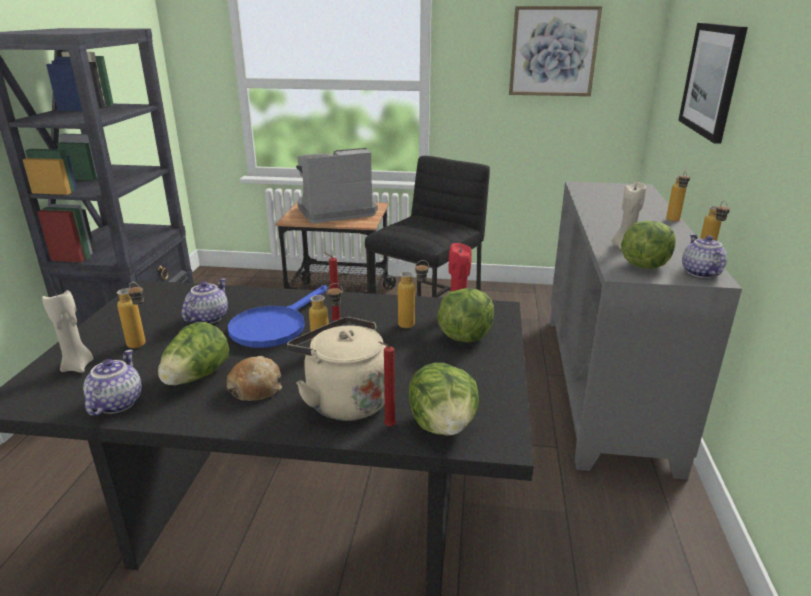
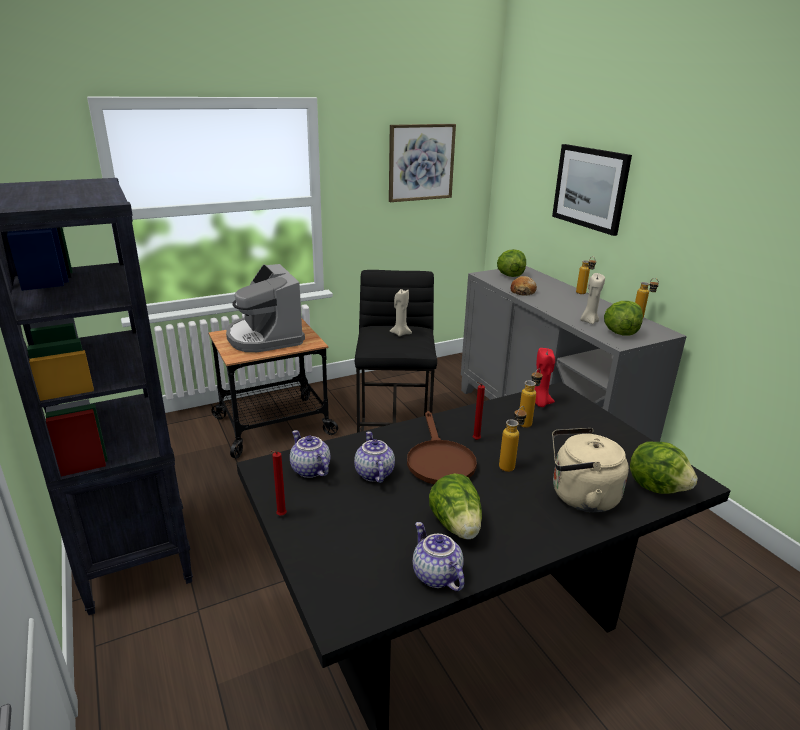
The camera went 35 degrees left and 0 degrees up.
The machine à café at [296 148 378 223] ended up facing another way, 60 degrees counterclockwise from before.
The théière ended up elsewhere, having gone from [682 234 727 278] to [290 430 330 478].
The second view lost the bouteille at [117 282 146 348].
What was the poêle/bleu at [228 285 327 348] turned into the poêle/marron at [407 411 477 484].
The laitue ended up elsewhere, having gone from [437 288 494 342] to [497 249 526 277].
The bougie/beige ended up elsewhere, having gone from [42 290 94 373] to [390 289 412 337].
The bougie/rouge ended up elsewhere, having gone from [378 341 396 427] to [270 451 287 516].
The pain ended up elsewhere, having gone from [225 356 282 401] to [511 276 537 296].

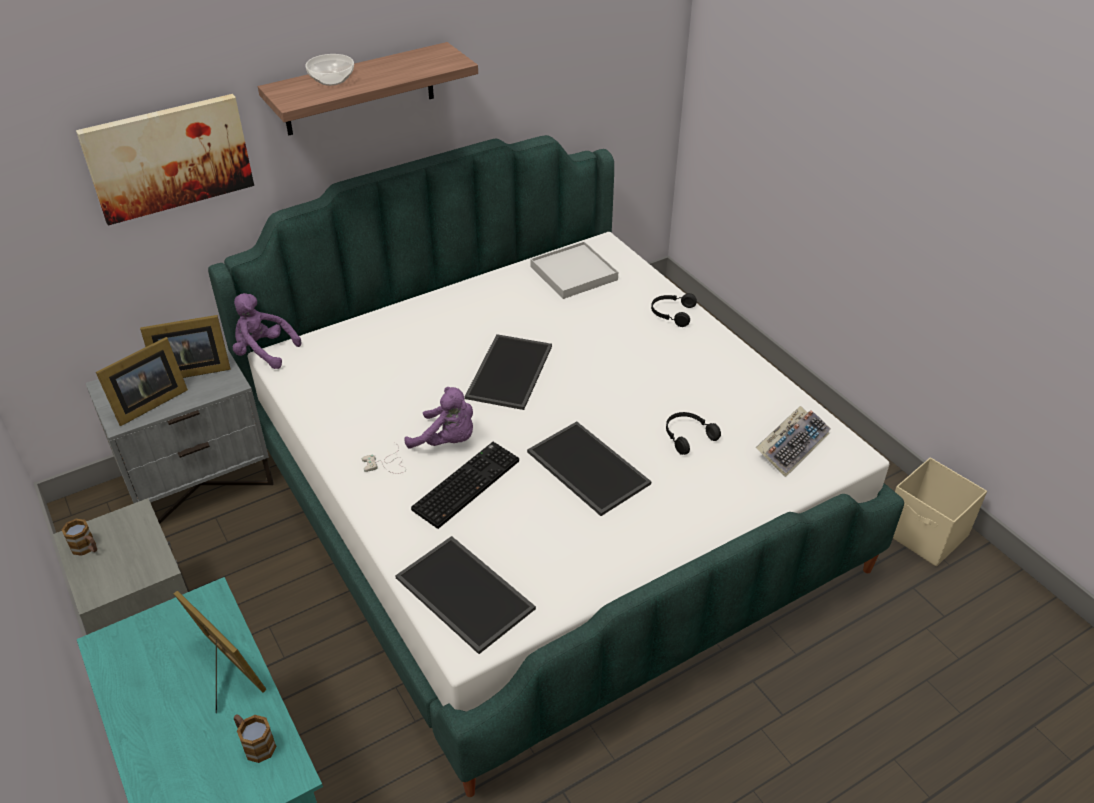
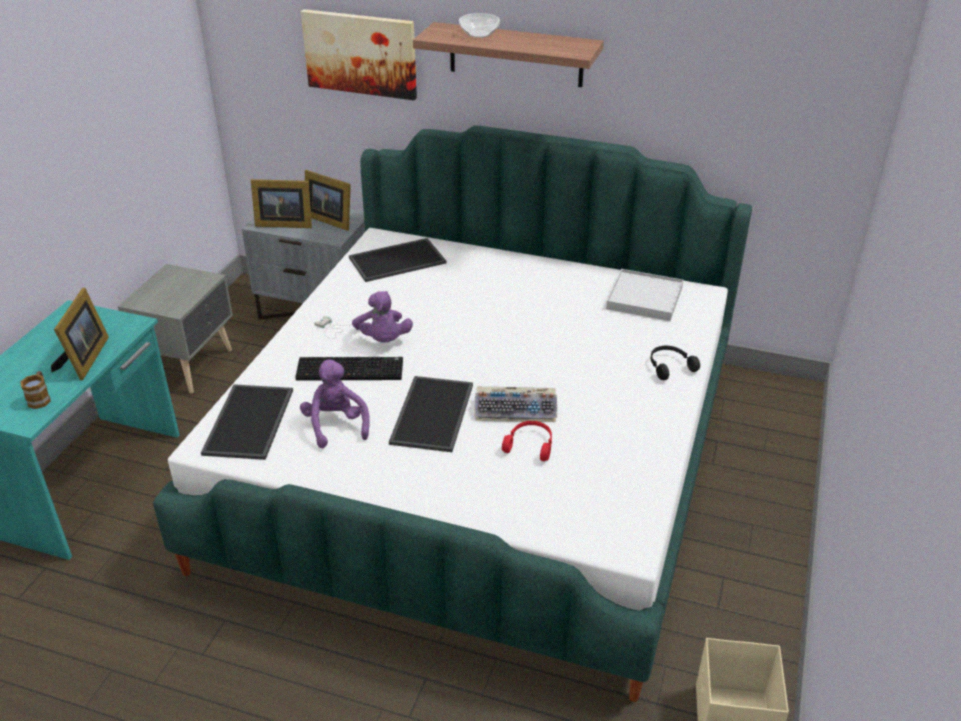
The camera went 50 degrees right and 5 degrees down.
The peluche/violet ended up elsewhere, having gone from [233 293 301 369] to [300 359 370 448].
The plateau ended up elsewhere, having gone from [465 334 552 410] to [349 238 446 282].
The clavier ended up elsewhere, having gone from [756 406 831 477] to [474 387 557 422].
What was the casque audio/noir at [666 412 721 455] turned into the casque audio/rouge at [502 421 552 461].
The second view lost the mug at [62 519 97 556].

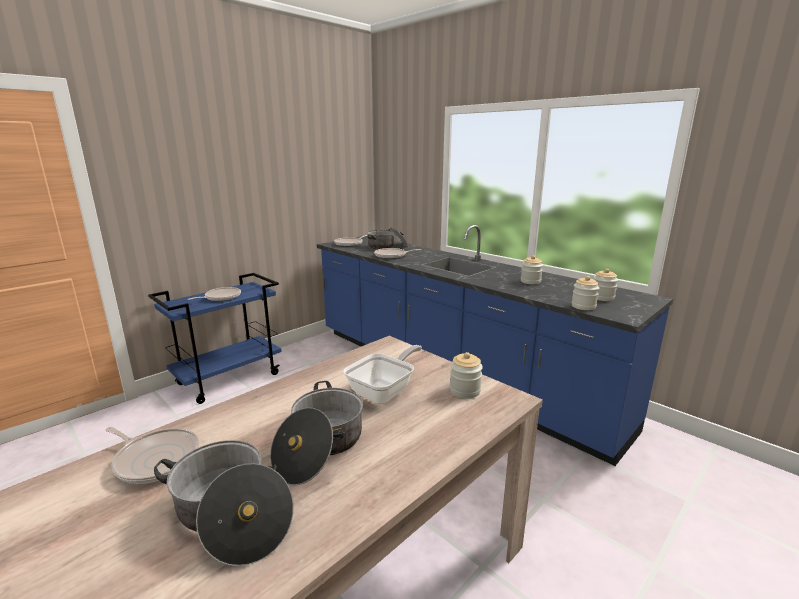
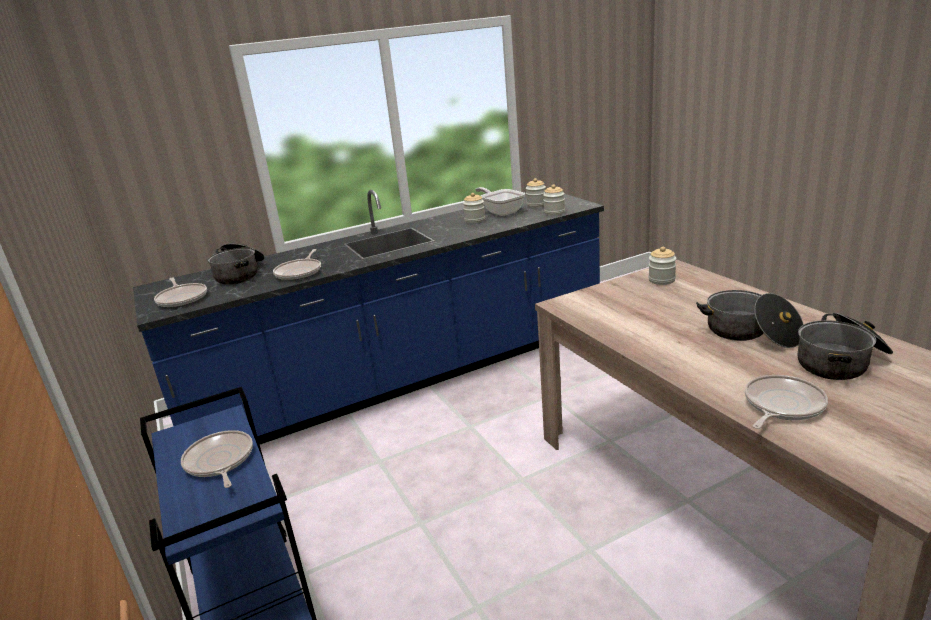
The camera went 70 degrees left and 5 degrees up.
The poêle ended up elsewhere, having gone from [343 345 422 404] to [475 187 525 216].

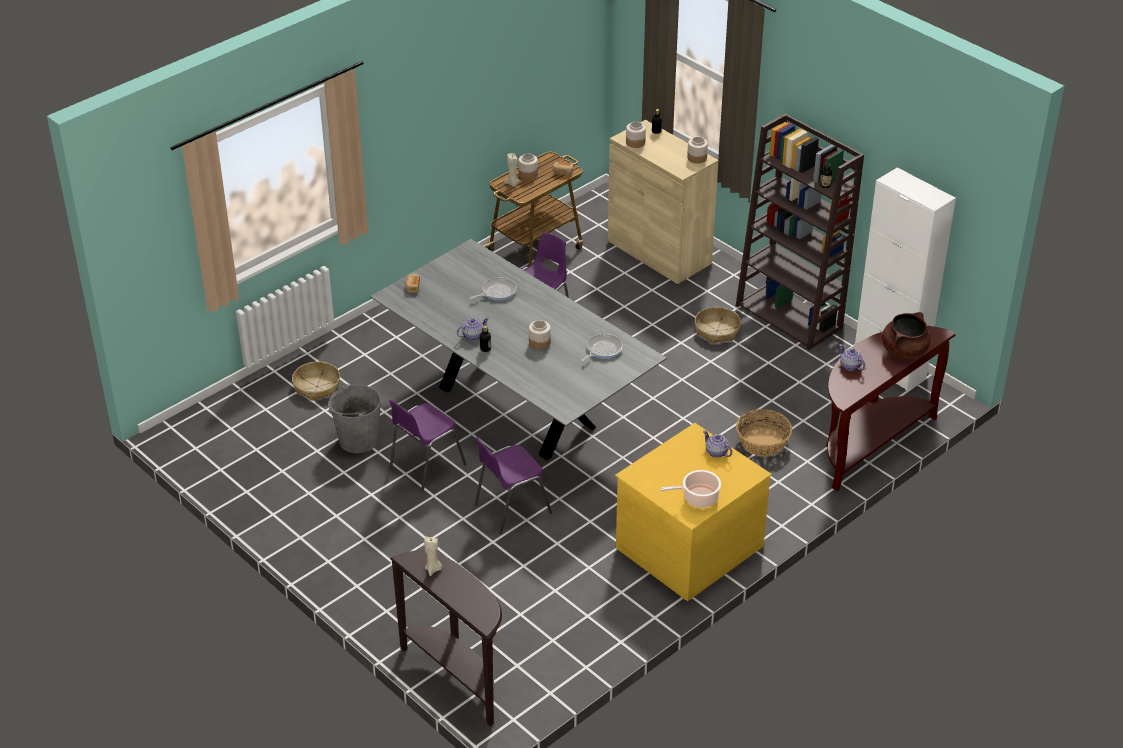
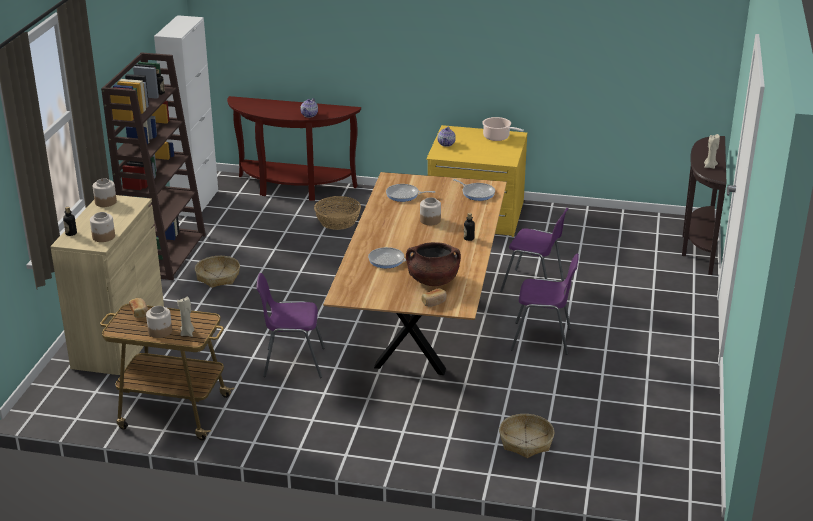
The camera went 125 degrees left and 10 degrees down.
What was the table à manger/gris at [370 239 667 460] turned into the table à manger/marron at [323 172 507 375].
The marmite/marron ended up elsewhere, having gone from [882 312 930 359] to [406 242 461 286].
The second view lost the théière at [457 317 489 340].
The second view lost the seau/gris at [328 384 381 453].
The second view gained the poêle at [453 179 495 201].

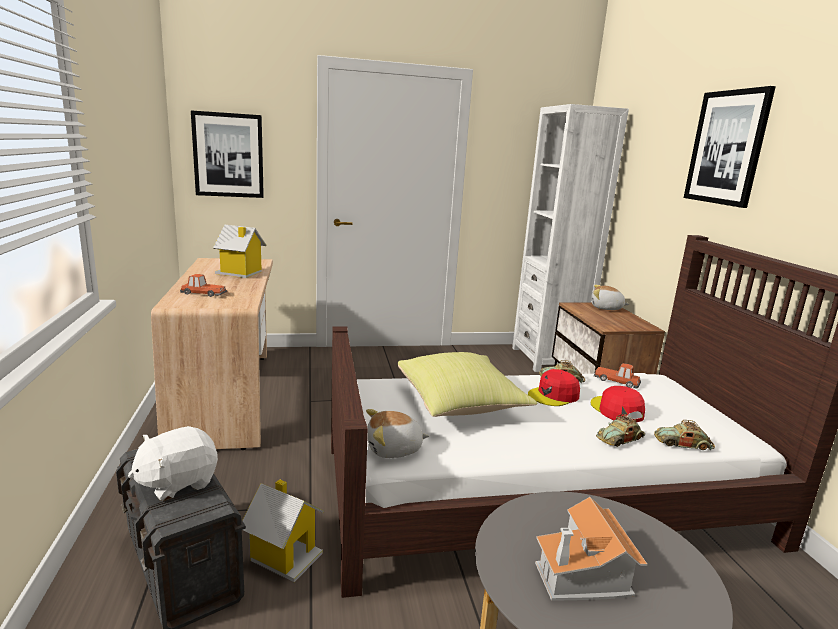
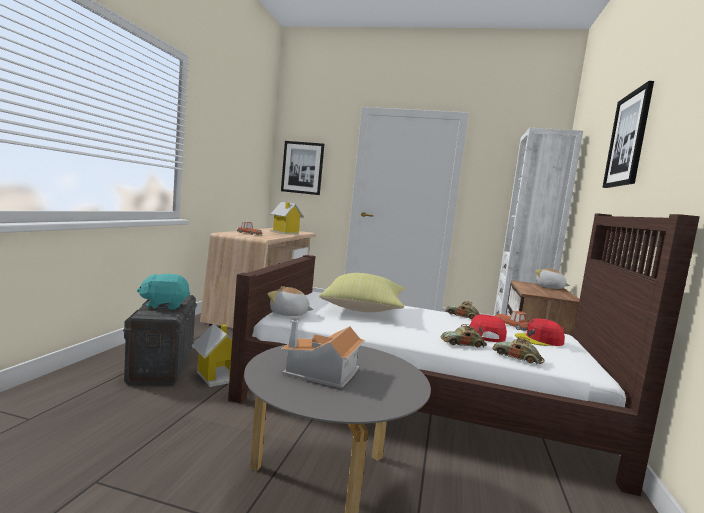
The camera went 25 degrees right and 10 degrees down.
The casquette/rouge ended up elsewhere, having gone from [528 369 580 406] to [515 319 565 346].
What was the peluche/blanc at [128 426 218 501] turned into the peluche/turquoise at [137 274 190 310].

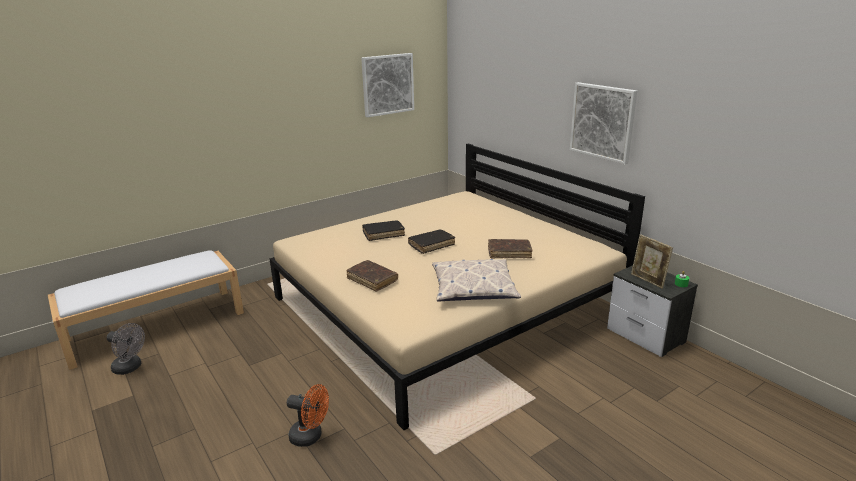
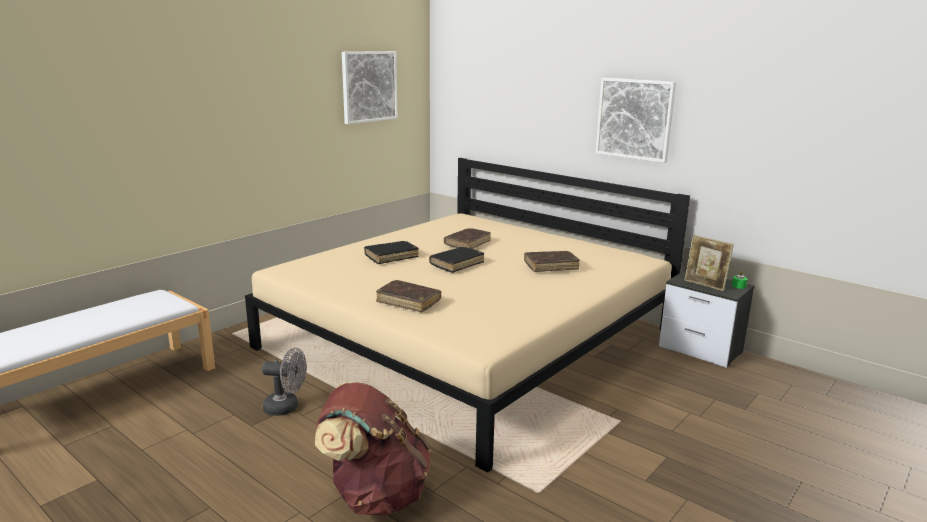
The camera went 15 degrees left and 5 degrees down.
The second view lost the coussin at [432 259 521 302].
The ventilateur/gris ended up elsewhere, having gone from [107 323 145 375] to [262 348 307 416].
Where the ventilateur/orange stood at [287 384 329 447], the sac à dos/marron came to stand at [315 382 431 515].
The second view gained the livre/marron at [444 228 491 249].

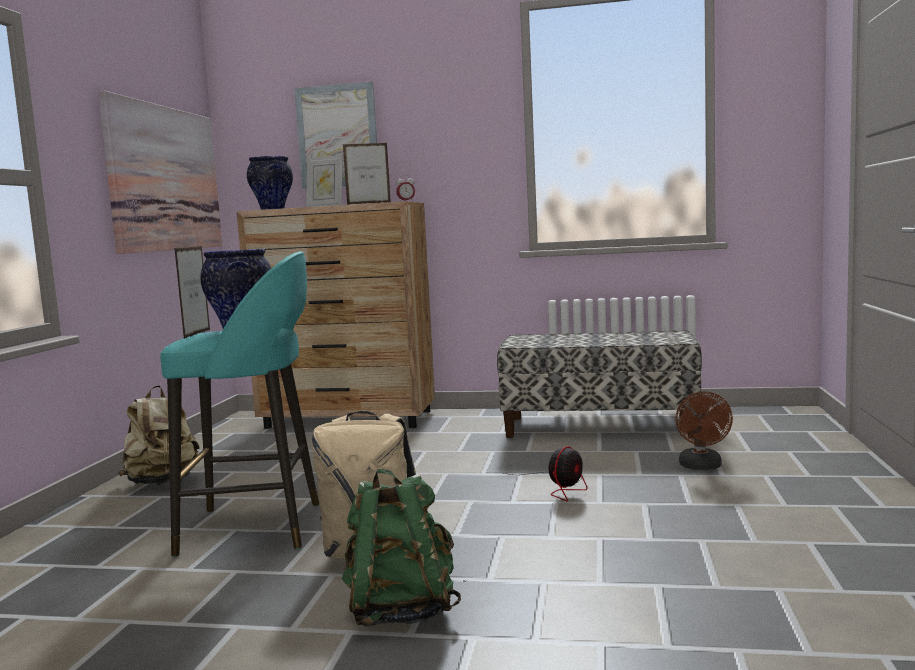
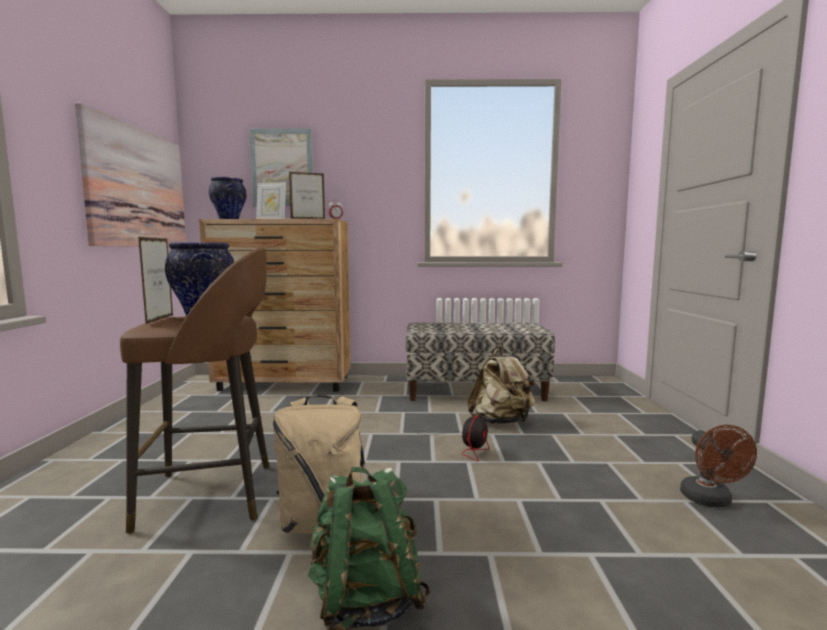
The camera went 10 degrees left and 0 degrees up.
What was the tabouret/turquoise at [160 252 319 557] turned into the tabouret/marron at [120 248 269 534].
The sac à dos/beige ended up elsewhere, having gone from [118 385 200 485] to [468 348 535 424].
The ventilateur/marron ended up elsewhere, having gone from [675 392 733 470] to [680 425 757 507].

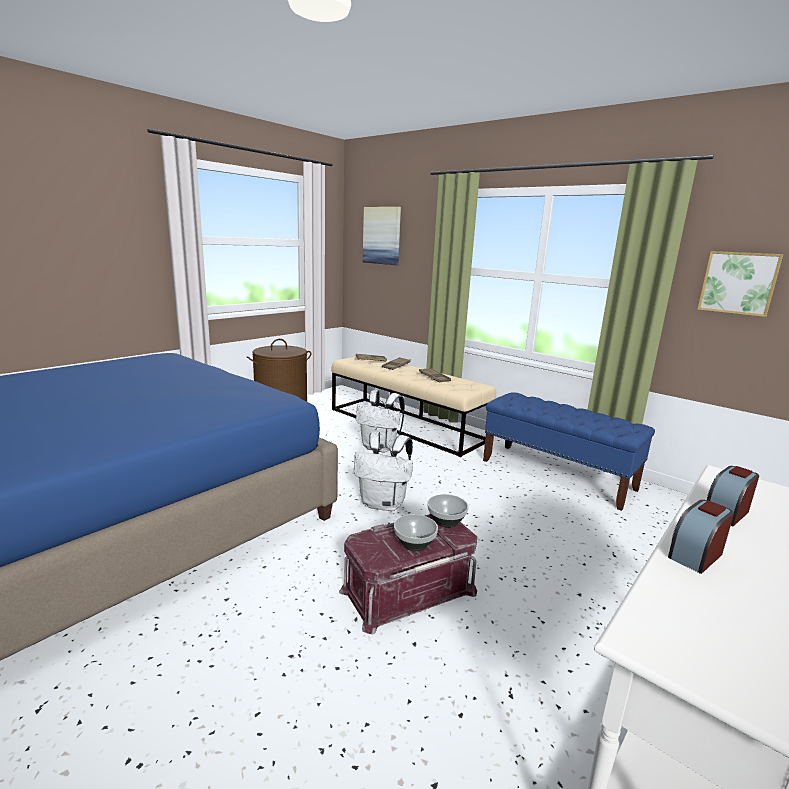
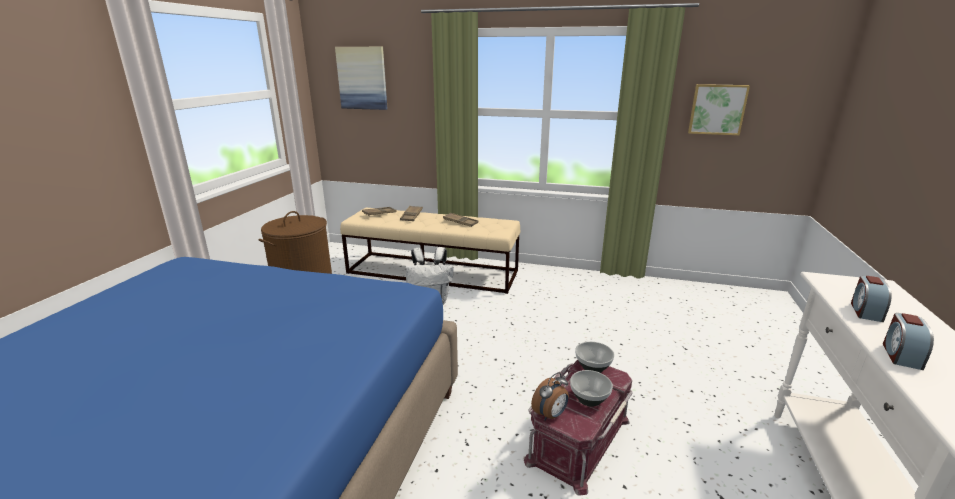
The camera went 25 degrees left and 5 degrees up.
The second view lost the banc/bleu at [483 392 655 511].
The second view lost the sac à dos/blanc at [354 432 413 511].
The second view gained the réveil at [531 372 569 421].

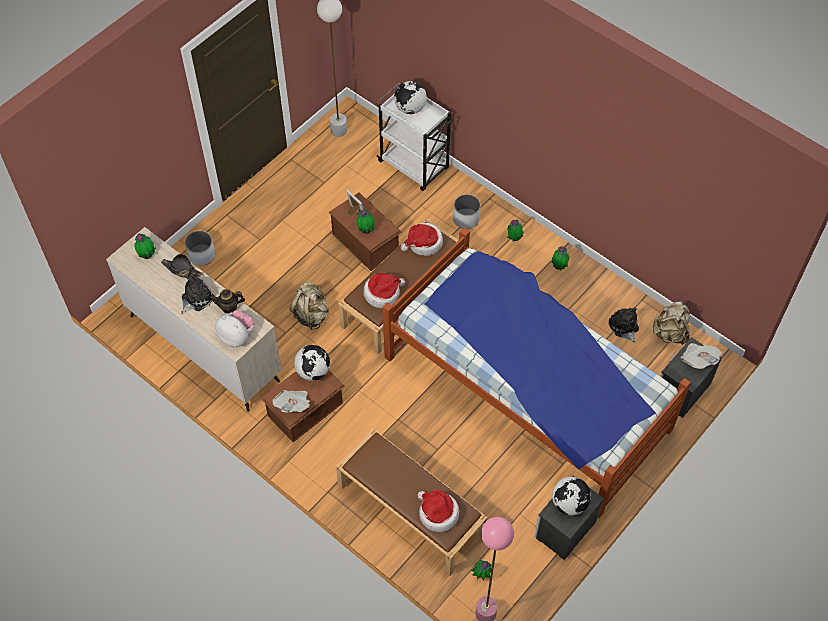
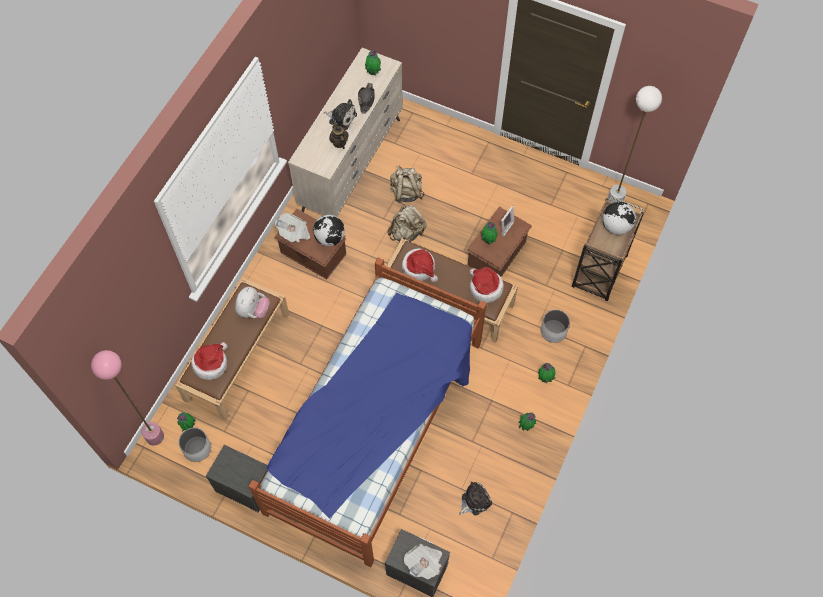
The camera went 75 degrees right and 5 degrees up.
What was the chariot/blanc at [376 83 454 191] turned into the chariot/marron at [572 196 644 301].
The cache-pot/blanc ended up elsewhere, having gone from [185 231 215 266] to [179 428 211 462].
The sac à dos/beige ended up elsewhere, having gone from [653 301 690 345] to [390 166 424 203].
The peluche ended up elsewhere, having gone from [215 310 255 347] to [235 287 270 318].
The second view lost the globe at [552 477 591 516].

